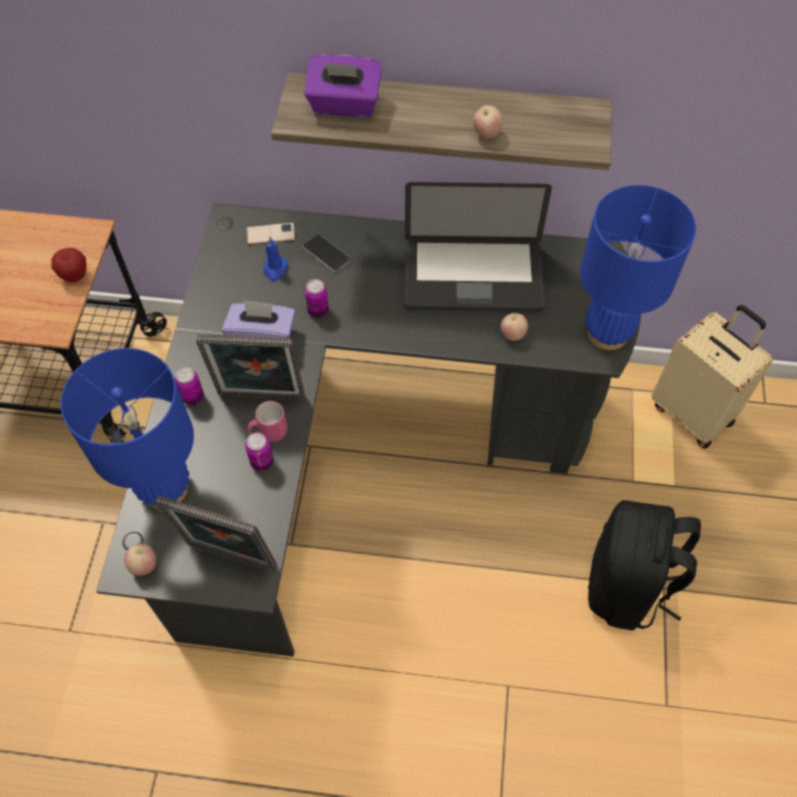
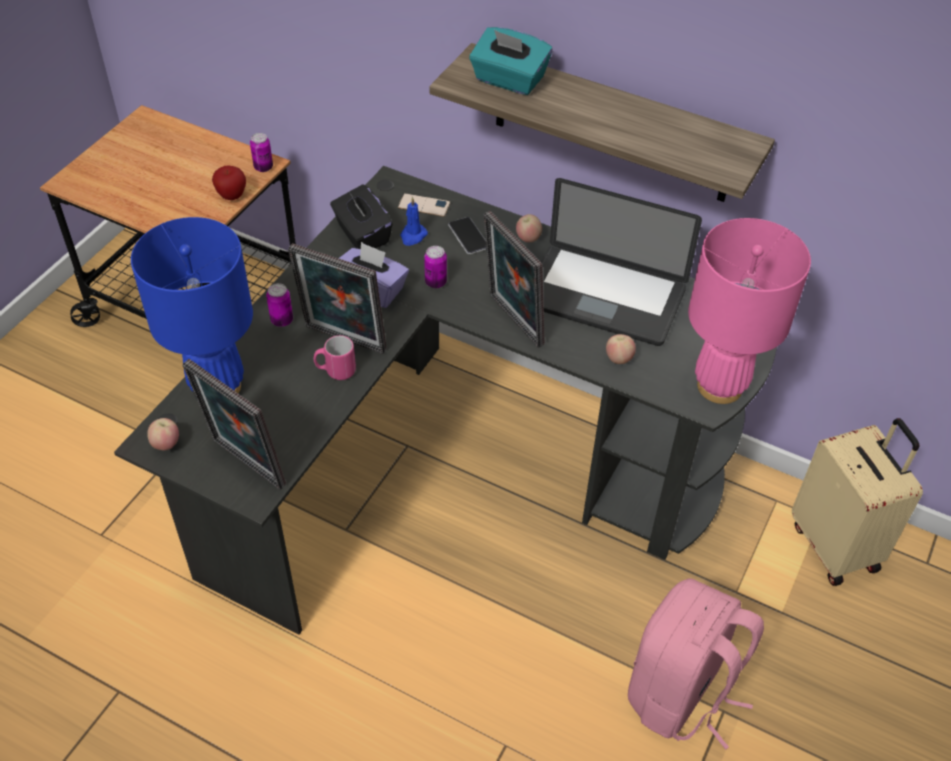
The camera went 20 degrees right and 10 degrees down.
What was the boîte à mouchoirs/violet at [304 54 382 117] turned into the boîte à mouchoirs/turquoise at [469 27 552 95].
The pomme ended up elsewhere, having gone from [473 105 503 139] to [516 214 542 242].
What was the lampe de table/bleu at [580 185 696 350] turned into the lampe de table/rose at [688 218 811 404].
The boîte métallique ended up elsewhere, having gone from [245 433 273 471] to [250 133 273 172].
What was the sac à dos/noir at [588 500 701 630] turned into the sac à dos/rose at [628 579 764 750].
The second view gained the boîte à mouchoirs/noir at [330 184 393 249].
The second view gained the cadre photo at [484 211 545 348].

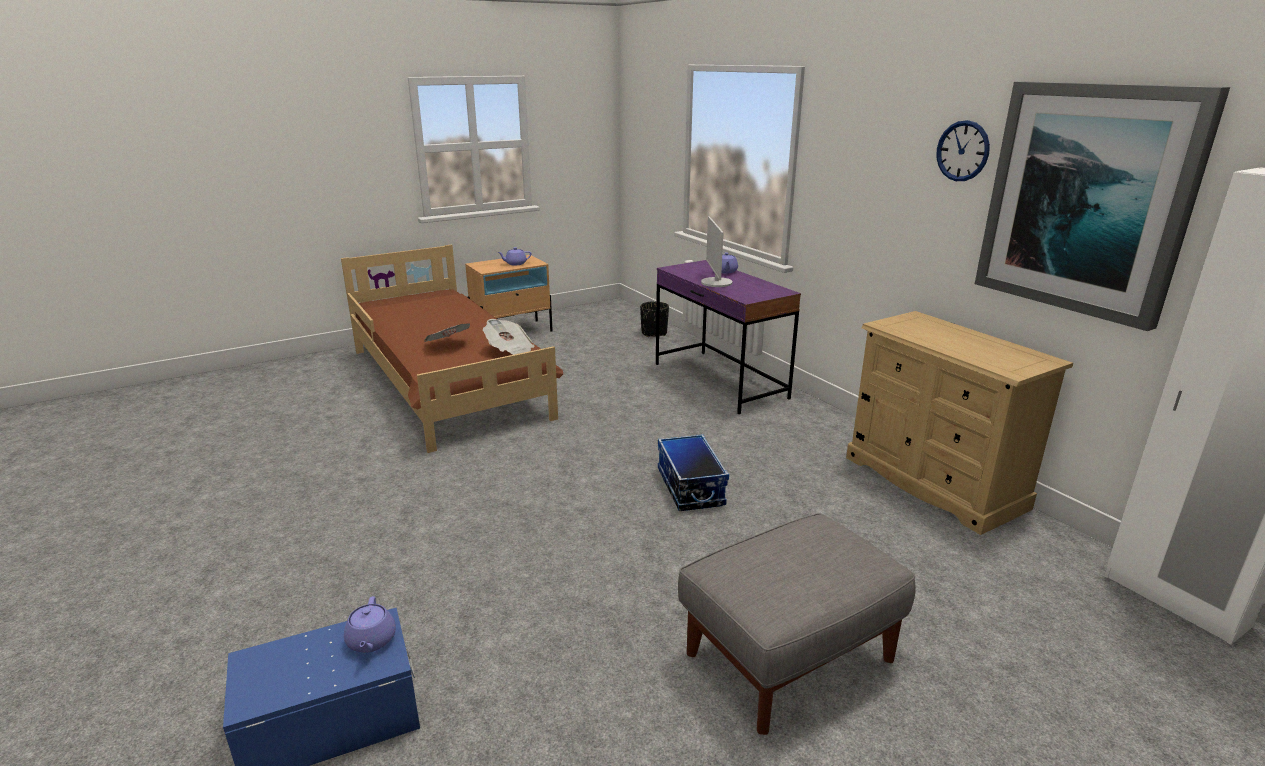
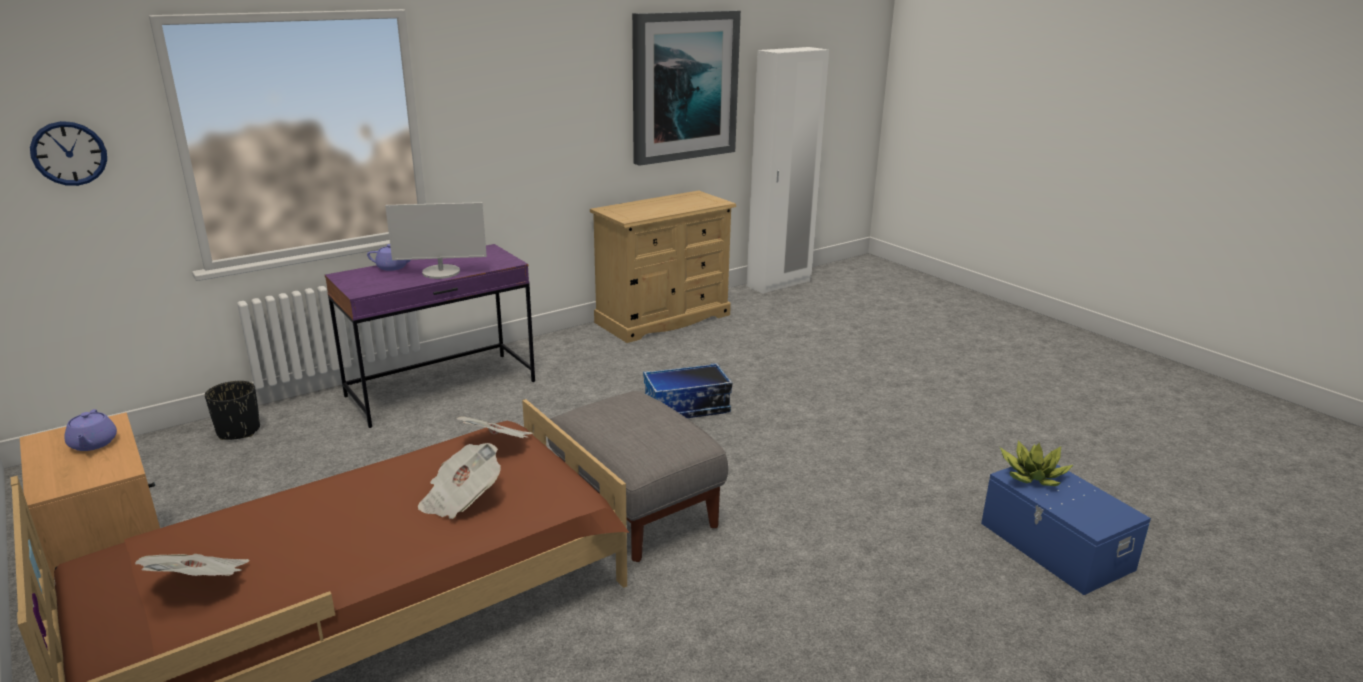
The camera went 95 degrees left and 0 degrees up.
The horloge murale ended up elsewhere, having gone from [936 120 990 181] to [30 121 107 186].
The pouf/gris ended up elsewhere, having gone from [678 513 916 735] to [548 391 728 562].
Where the théière/violet stood at [344 596 396 653], the plante en pot came to stand at [1000 440 1073 486].
The second view gained the journal at [135 554 250 576].

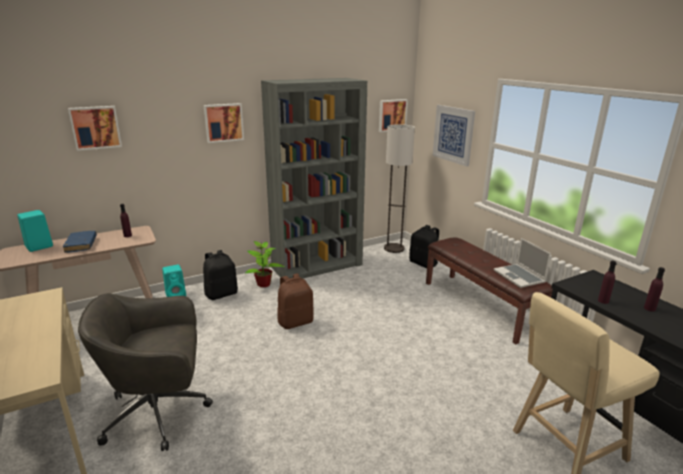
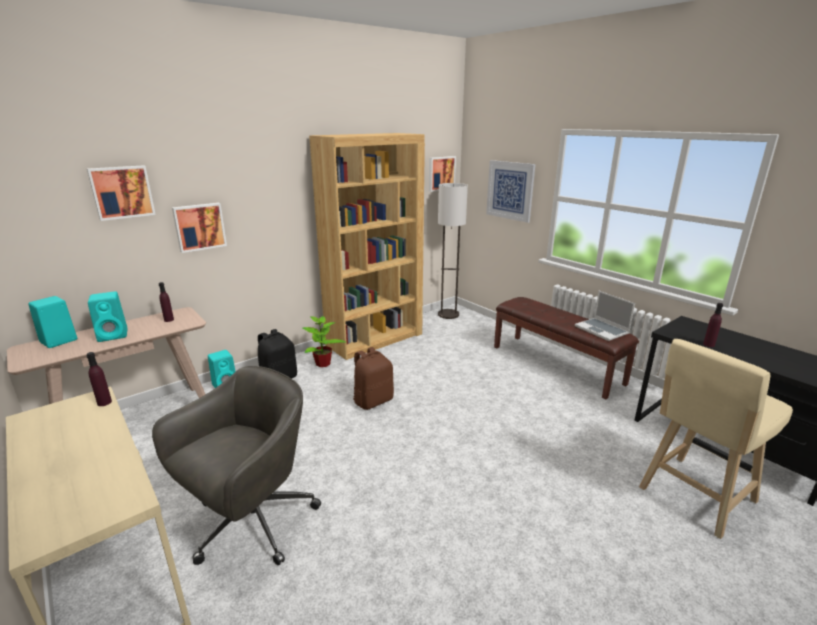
The camera went 10 degrees left and 0 degrees up.
What was the bibliothèque/gris at [261 78 367 278] turned into the bibliothèque/marron at [309 133 425 360].
The tableau ended up elsewhere, having gone from [204 103 244 143] to [172 203 227 253].
The second view lost the sac à dos/noir at [409 225 439 268].
Where the livre/bleu stood at [63 231 97 253], the enceinte/turquoise came to stand at [88 291 127 342].
The bouteille/violet ended up elsewhere, having gone from [644 267 665 312] to [86 352 112 406].
The chaise de bureau/gris at [78 293 213 451] ended up facing another way, 150 degrees clockwise from before.

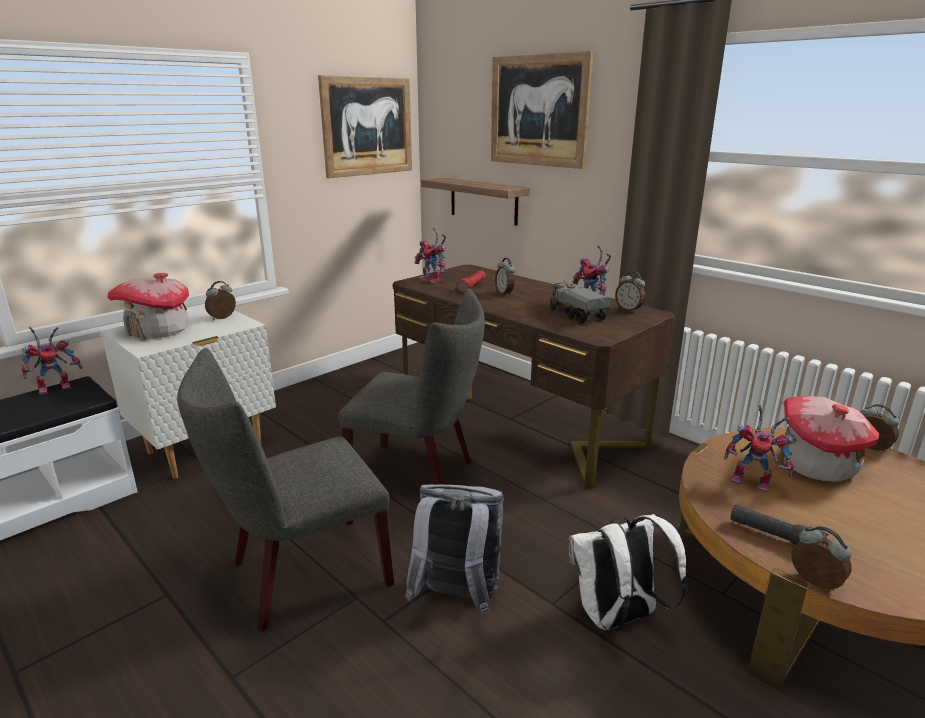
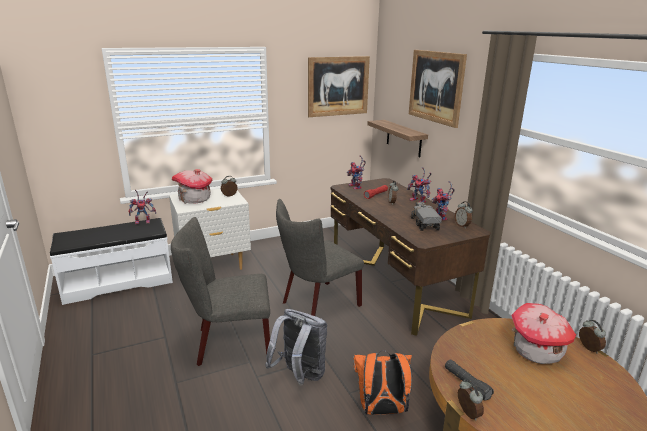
The camera went 20 degrees right and 0 degrees up.
The chaise/gris at [338 288 485 485] ended up facing another way, 105 degrees clockwise from before.
The robot jouet ended up elsewhere, having gone from [724 404 794 492] to [407 167 432 203].
What was the sac à dos/blanc at [569 514 686 632] turned into the sac à dos/orange at [353 350 412 415].

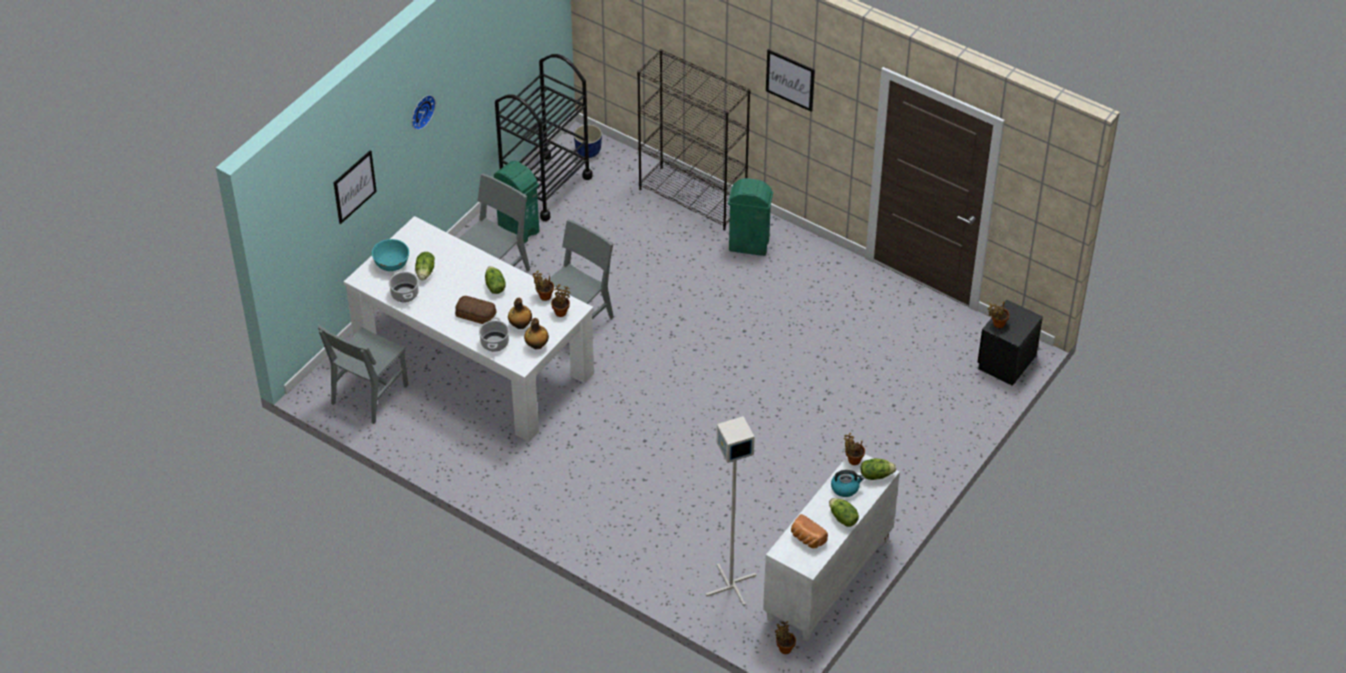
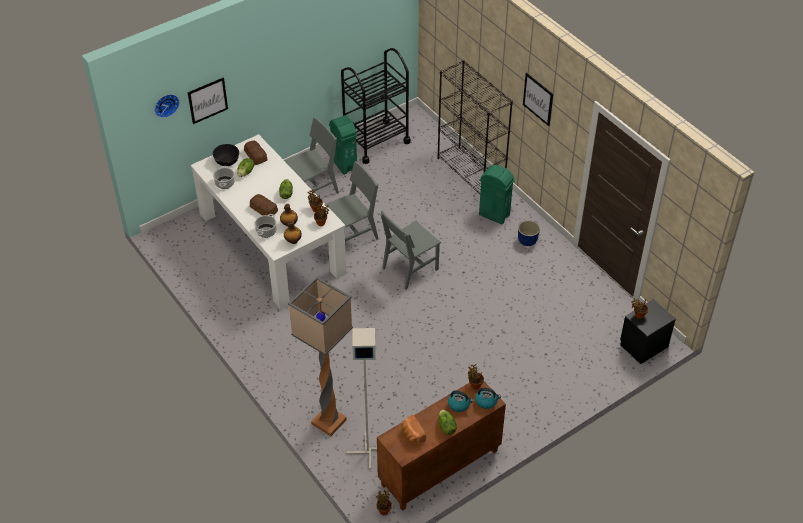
The camera went 20 degrees right and 0 degrees up.
The horloge murale ended up elsewhere, having gone from [412 95 436 130] to [154 94 180 118].
The cache-pot ended up elsewhere, having gone from [574 124 602 158] to [518 220 540 246].
What was the bol/turquoise at [372 239 409 271] turned into the bol/noir at [213 144 239 166].
The chaise/gris ended up elsewhere, having gone from [318 325 408 424] to [381 210 441 290].
What was the meuble de rangement/blanc at [763 454 900 642] turned into the meuble de rangement/marron at [377 382 506 511].
Where the laitue stood at [860 458 896 480], the bouilloire came to stand at [475 388 501 409].
The second view gained the pain at [244 141 268 165].
The second view gained the lampadaire at [288 276 353 436].

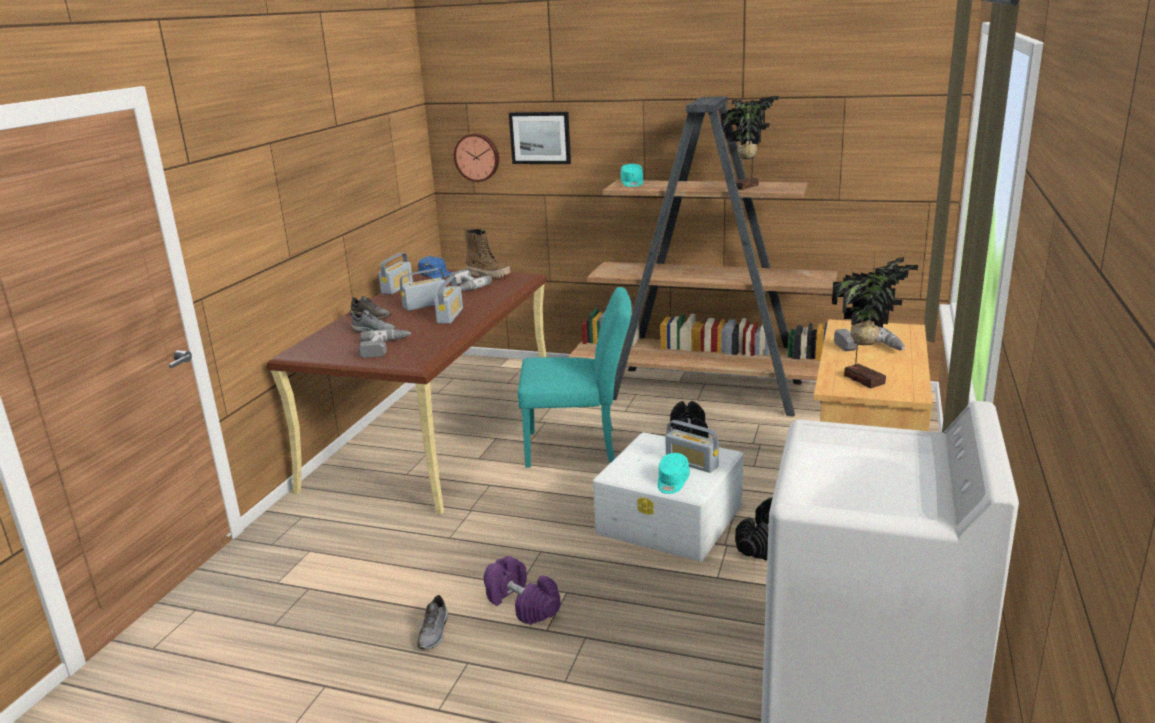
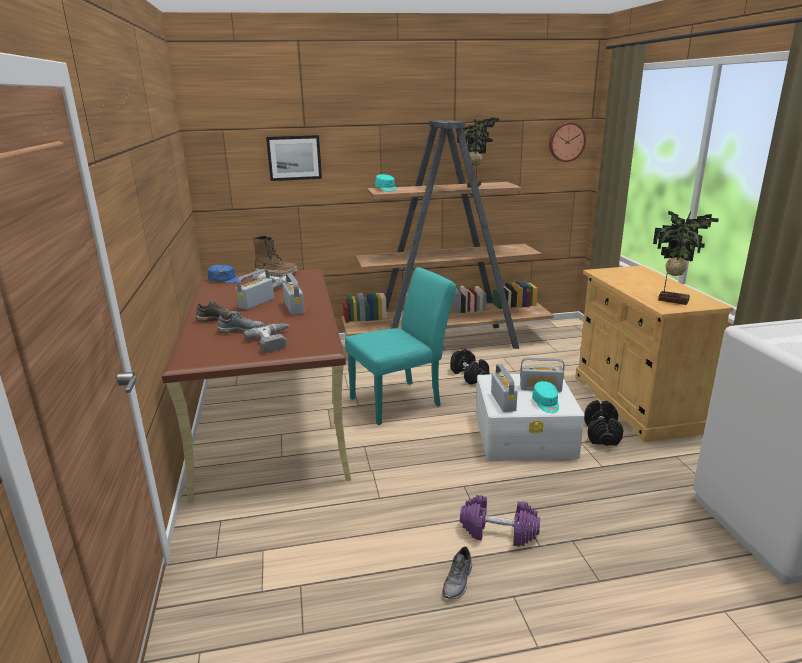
The camera went 30 degrees left and 0 degrees up.
The horloge murale ended up elsewhere, having gone from [454 133 499 182] to [549 122 586 162].
The radio ended up elsewhere, having gone from [378 253 413 295] to [491 364 518 412].
The second view lost the perceuse at [834 326 905 351].
The chaussure/gris at [417 595 448 649] ended up facing another way, 45 degrees clockwise from before.

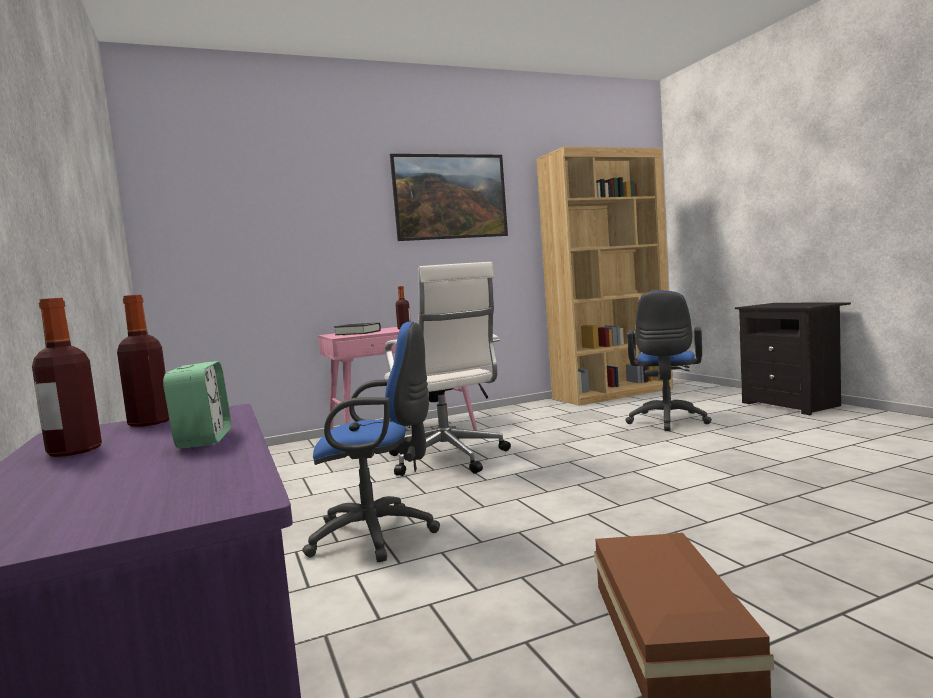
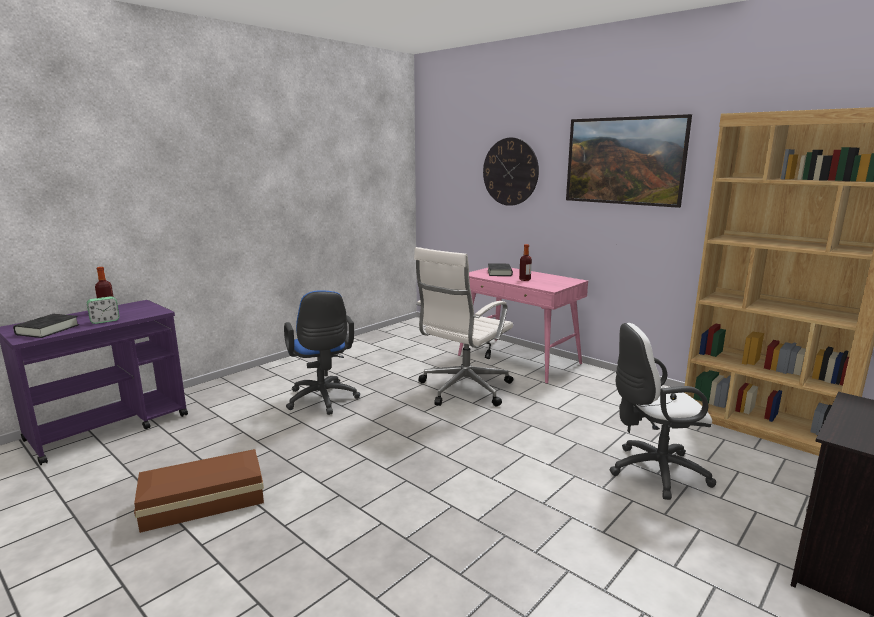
The camera went 65 degrees right and 10 degrees up.
What was the chaise de bureau/bleu at [625 290 712 431] turned into the chaise de bureau/blanc at [609 323 716 500].
The second view lost the bouteille at [117 295 169 427].
The second view gained the horloge murale at [483 138 539 206].
The second view gained the livre/noir at [13 314 79 338].

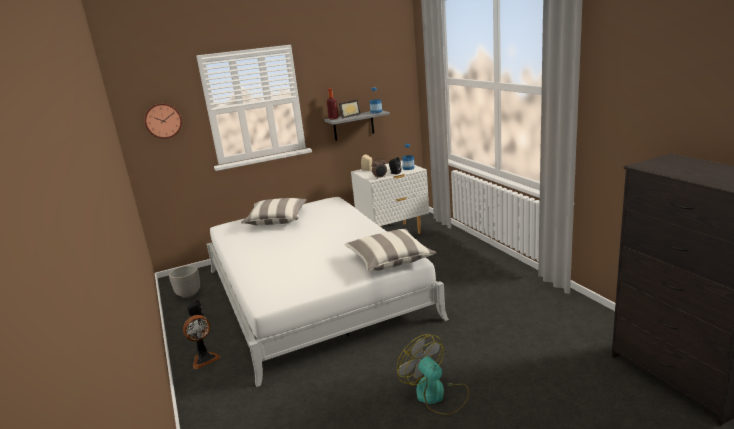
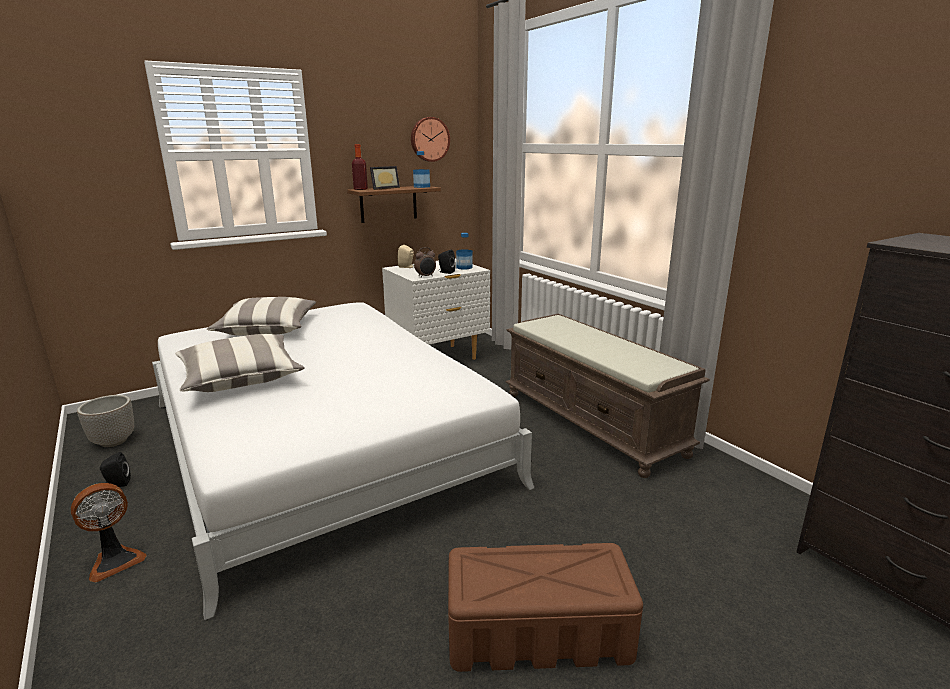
The camera went 10 degrees left and 0 degrees up.
The horloge murale ended up elsewhere, having gone from [144 103 182 139] to [411 117 450 162].
What was the étagère/gris at [324 110 390 141] turned into the étagère/marron at [347 186 441 223].
The coussin ended up elsewhere, having gone from [344 229 437 271] to [175 334 305 392].
Where the ventilateur stood at [397 335 469 415], the boîte de rangement/marron came to stand at [448 543 643 672].
The second view gained the banc/marron at [506 314 710 478].

